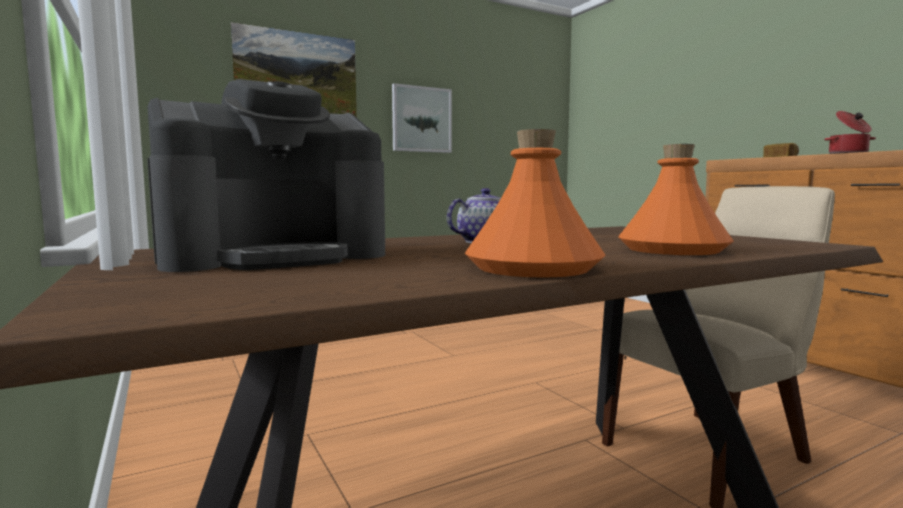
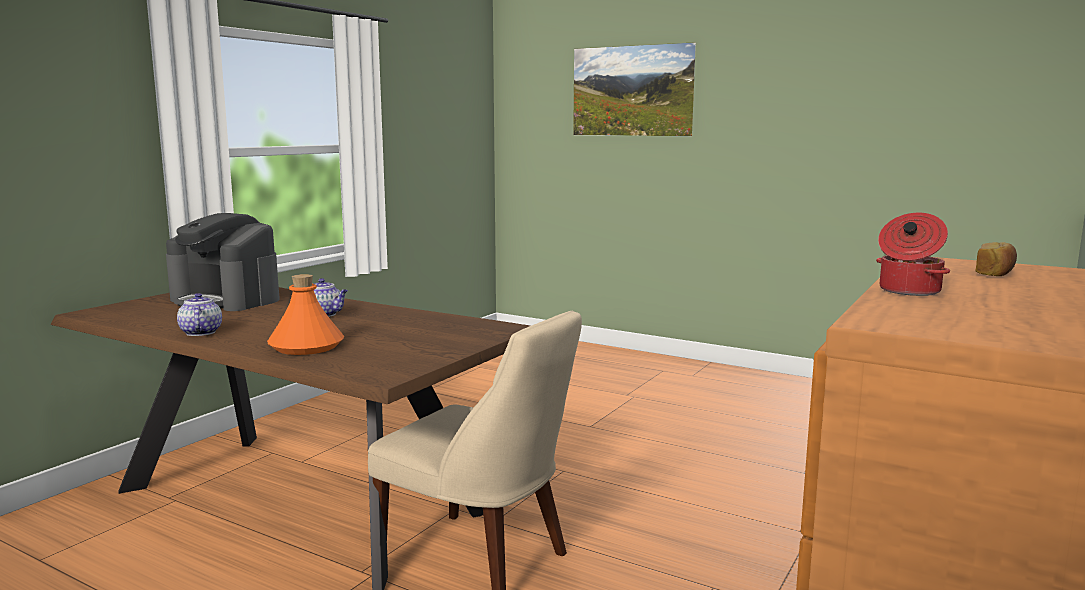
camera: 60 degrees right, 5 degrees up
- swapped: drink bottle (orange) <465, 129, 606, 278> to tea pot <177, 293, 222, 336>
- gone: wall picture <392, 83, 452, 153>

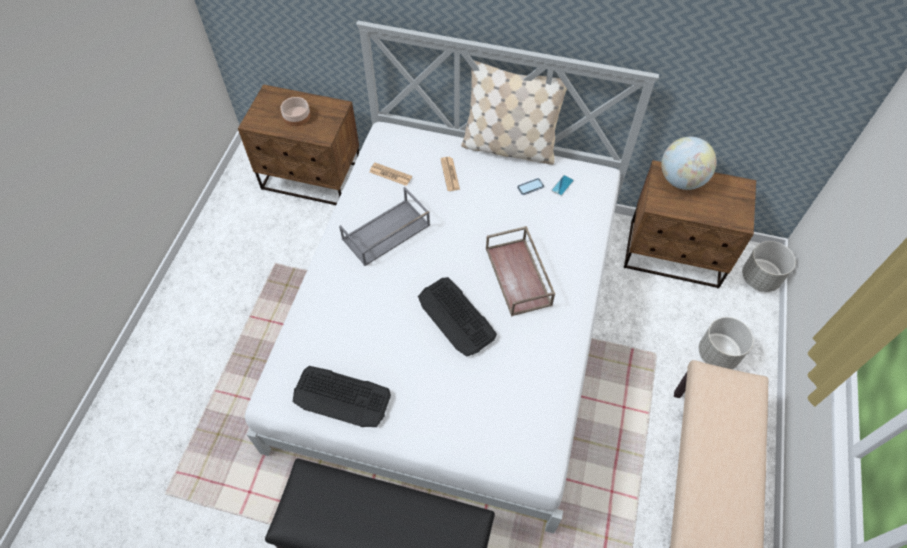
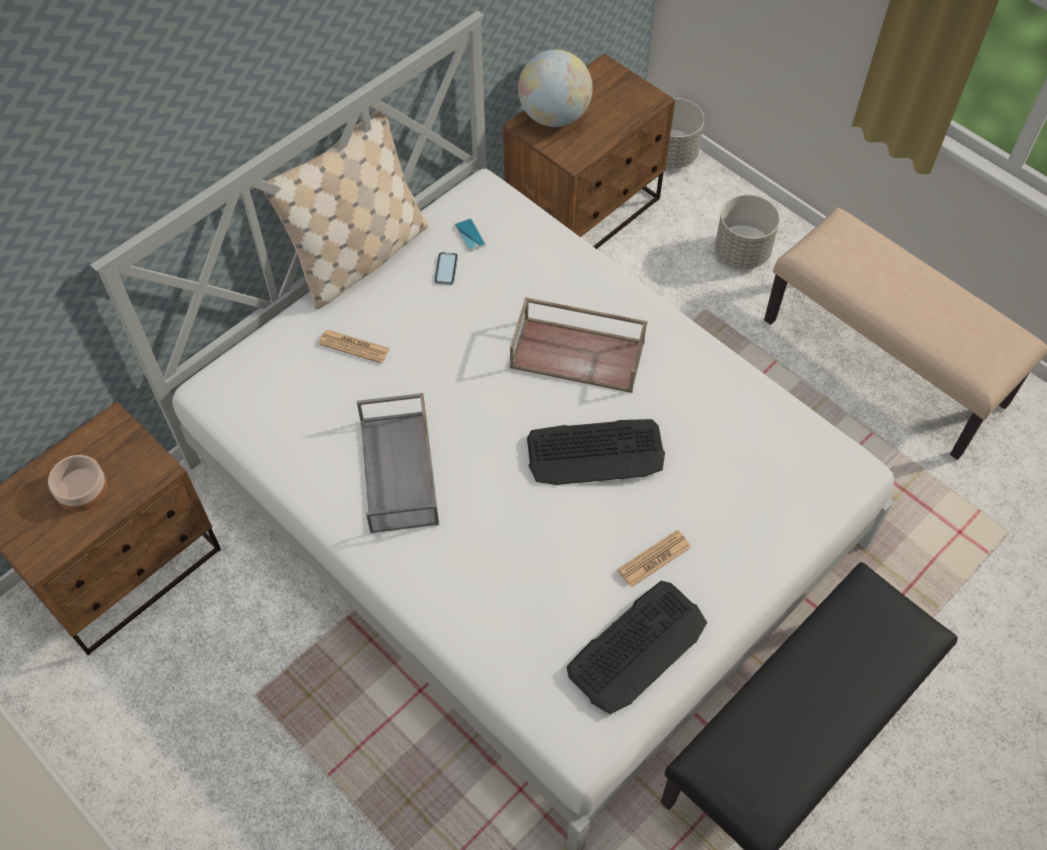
camera: 60 degrees left, 0 degrees up
- shifted: printed paper <370, 163, 412, 186> to <617, 530, 691, 588>

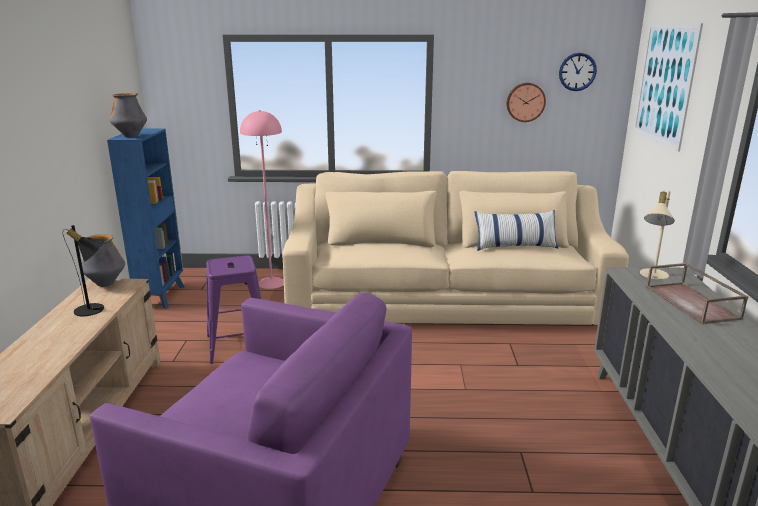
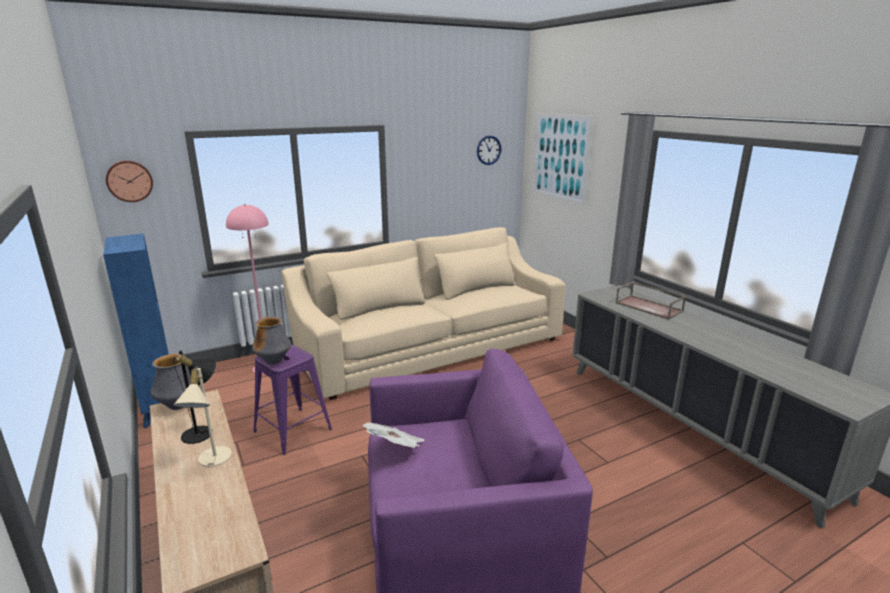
camera: 30 degrees left, 0 degrees up
- shifted: clock on the wall <507, 83, 546, 122> to <106, 160, 153, 202>
- shifted: lamp for a table (beige) <640, 191, 675, 280> to <174, 366, 232, 467>
- shifted: decorative vase <110, 93, 147, 138> to <252, 316, 291, 365>
- new: printed paper <363, 422, 424, 448>
- gone: cushion <474, 210, 558, 251>

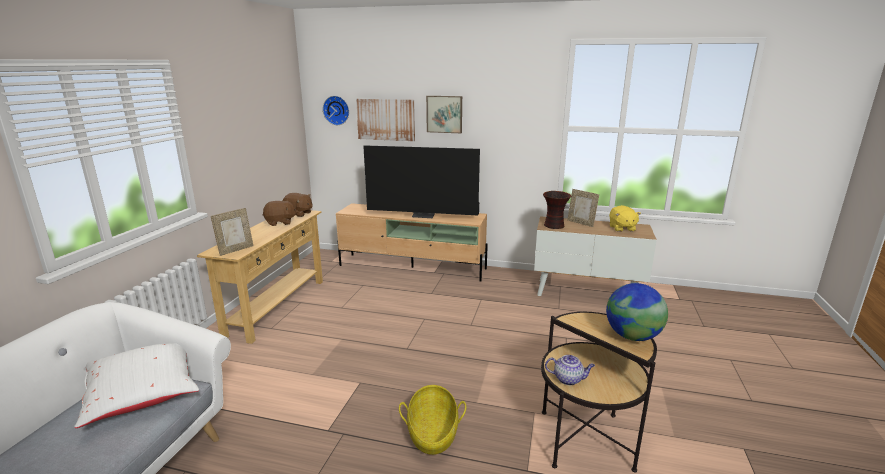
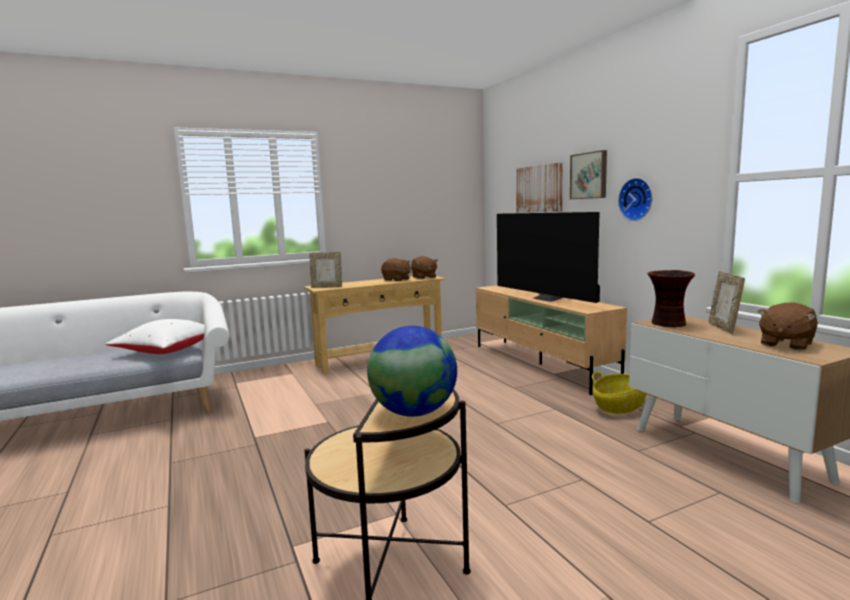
camera: 50 degrees right, 10 degrees down
- shifted: basket <399, 385, 466, 455> to <592, 372, 646, 414>
- shifted: clock on the wall <323, 96, 349, 125> to <618, 178, 653, 221>
- repainted: cuddly toy (yellow) <609, 205, 641, 232> to cuddly toy (brown) <757, 302, 818, 350>
- gone: tea pot <545, 355, 595, 385>

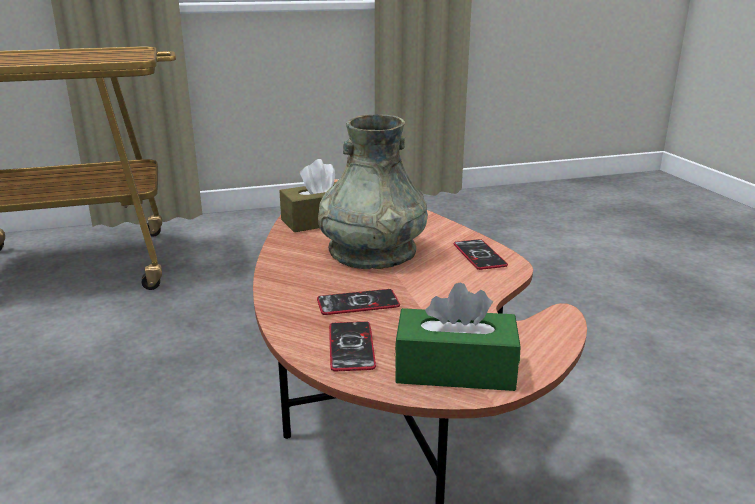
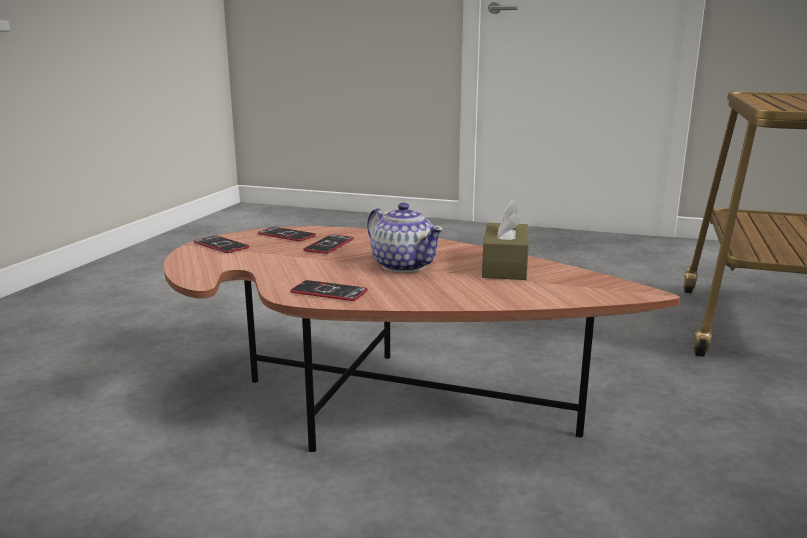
camera: 125 degrees right, 5 degrees down
- swapped: tissue box (green) <395, 282, 521, 391> to phone <194, 235, 249, 253>
- swapped: decorative vase (gray) <318, 114, 428, 269> to tea pot <367, 203, 444, 273>

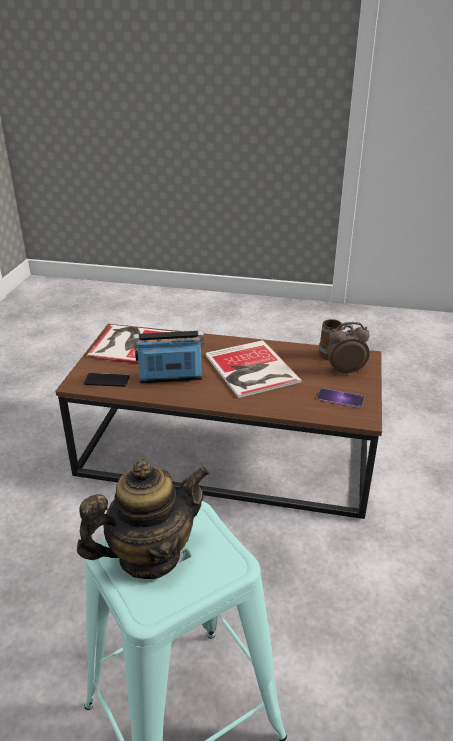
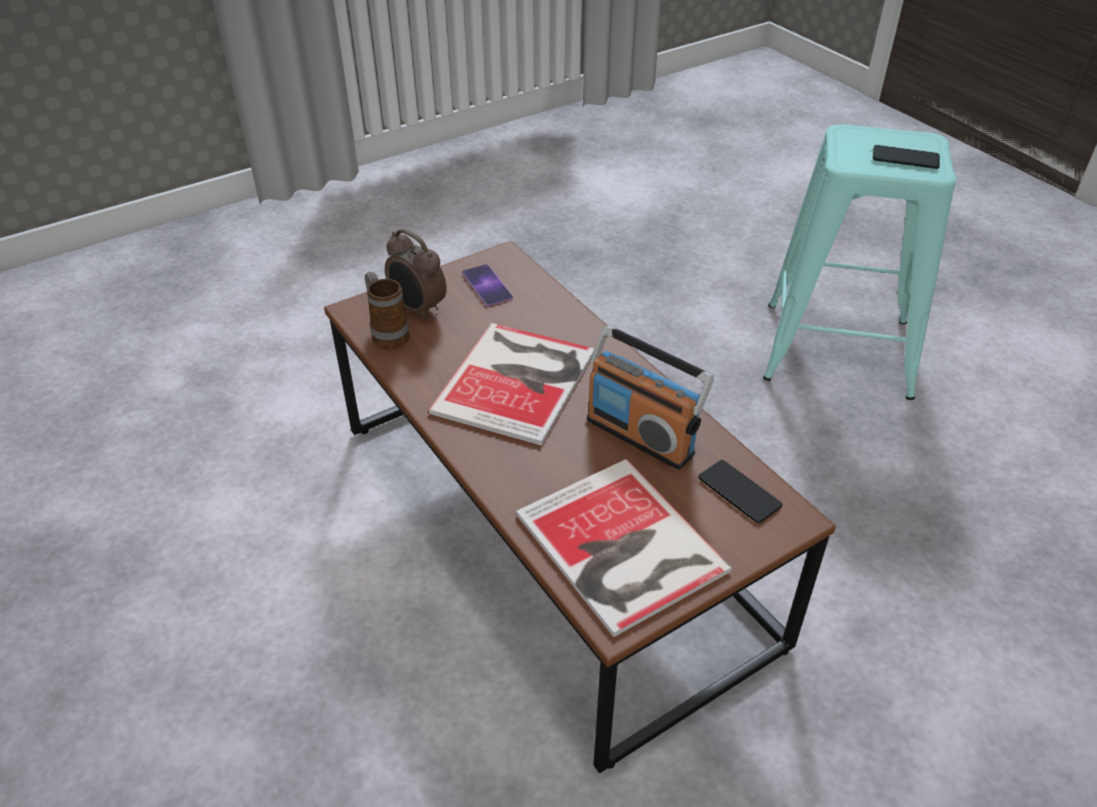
camera: 135 degrees left, 10 degrees up
- swapped: tea pot <77, 460, 209, 579> to phone <873, 145, 940, 169>

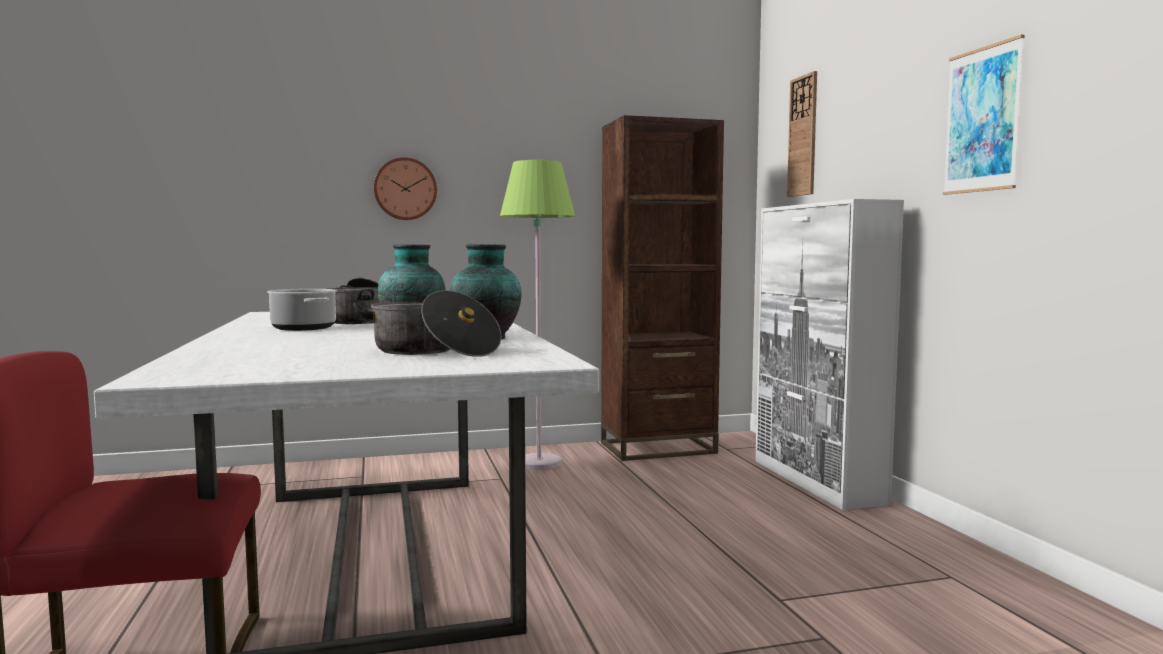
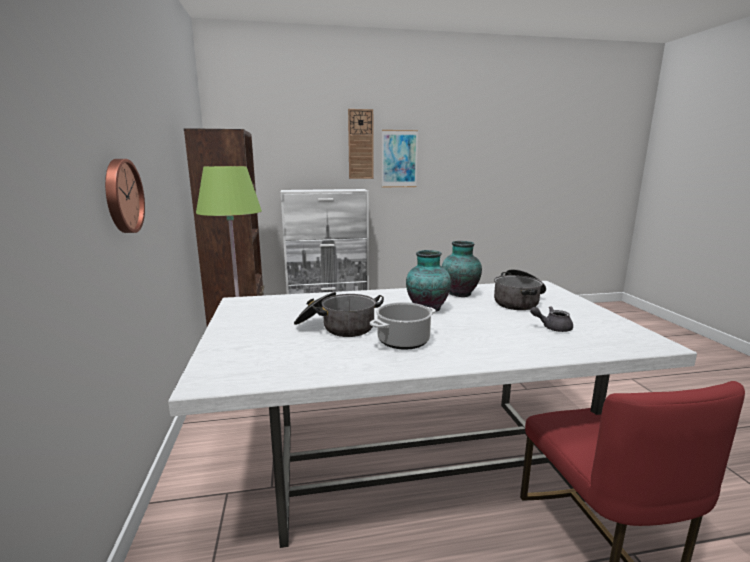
camera: 85 degrees left, 10 degrees up
- shifted: clock on the wall <787, 71, 817, 197> to <348, 109, 373, 179>
- new: tea pot (gray) <530, 306, 573, 332>

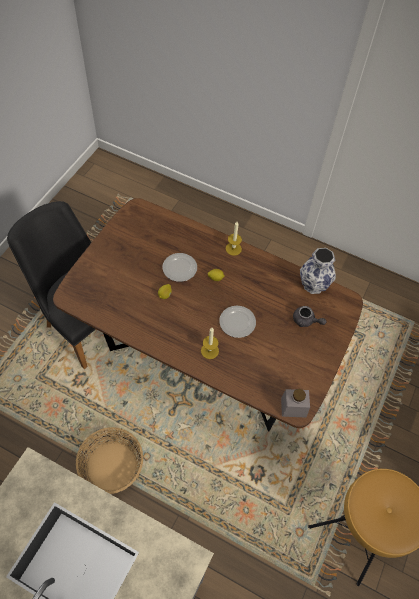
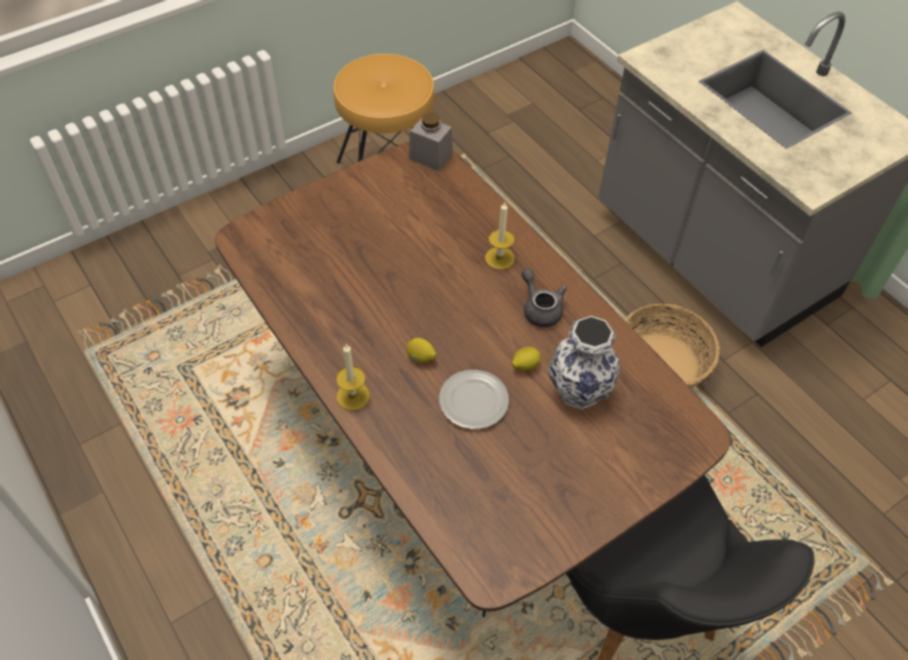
camera: 150 degrees left, 5 degrees down
- shifted: tea pot (gray) <293, 306, 327, 327> to <522, 269, 567, 327>
- shifted: decorative vase <300, 248, 336, 294> to <548, 316, 620, 409>
- gone: plate <219, 306, 256, 338>

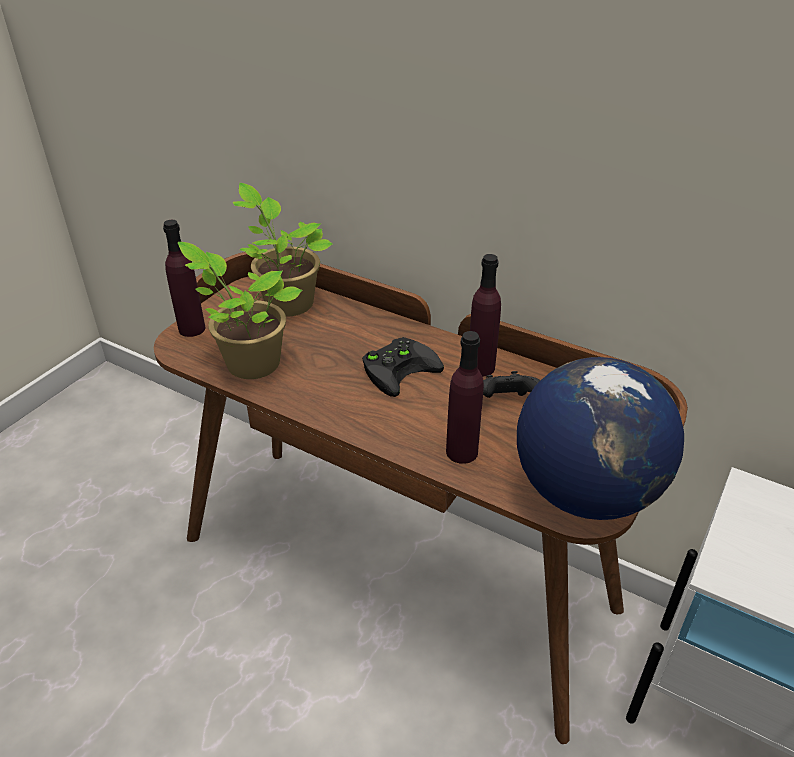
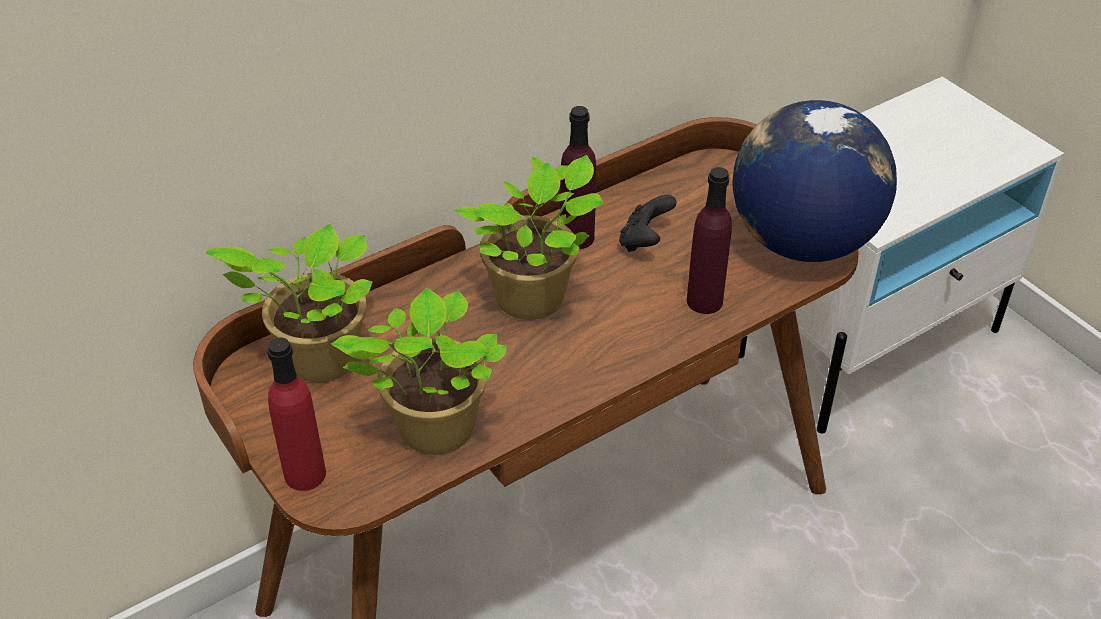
camera: 65 degrees left, 5 degrees up
- repainted: drink bottle (purplish) <163, 220, 206, 337> to drink bottle (red) <267, 337, 326, 491>
- swapped: joypad (blackish) <362, 337, 444, 397> to plant in a pot <454, 155, 604, 320>

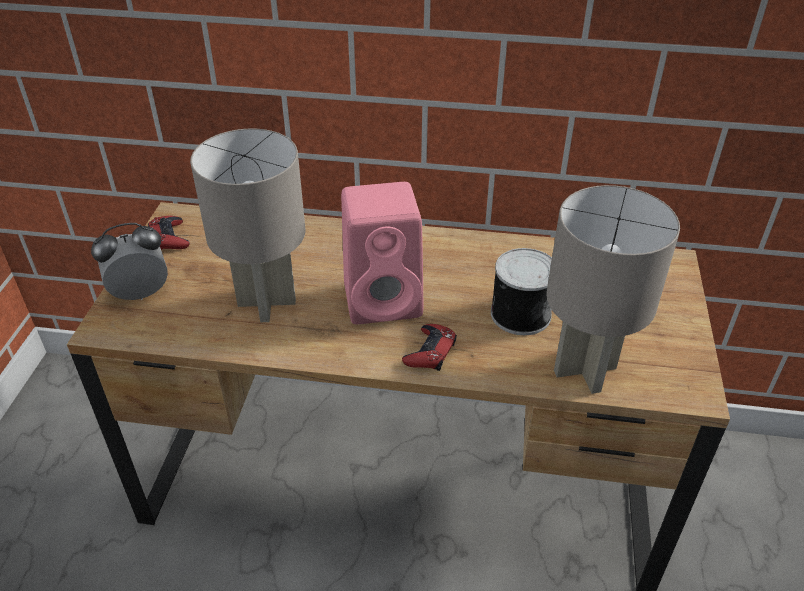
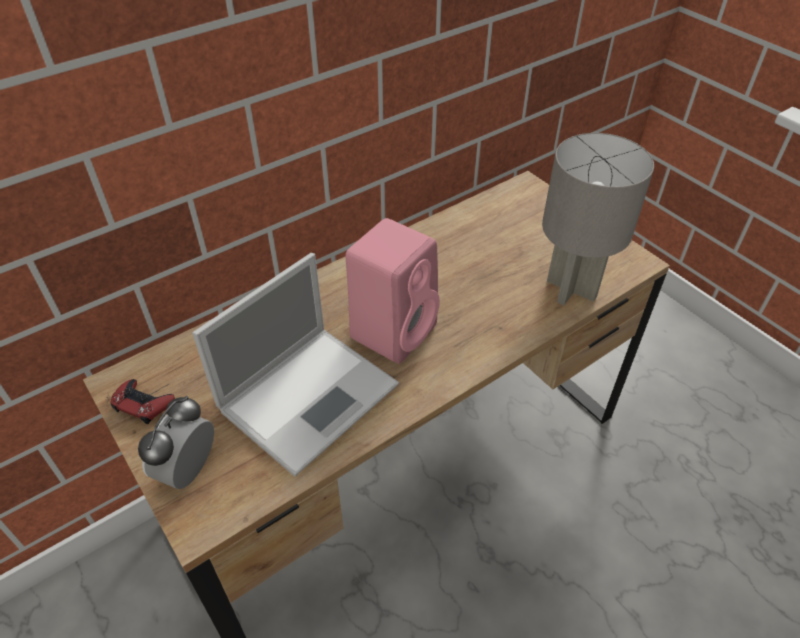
camera: 45 degrees left, 5 degrees up
- swapped: lamp for a table (gray) <190, 129, 306, 322> to notebook computer <192, 253, 399, 476>
- gone: joypad (red) <402, 324, 457, 371>
- gone: can <491, 248, 552, 335>

